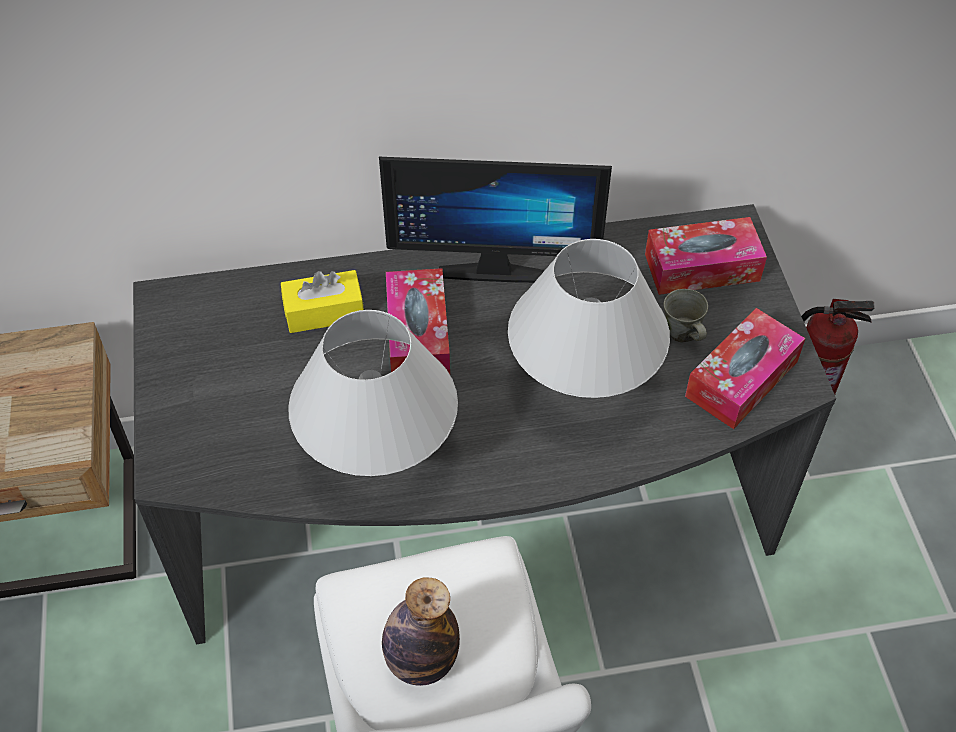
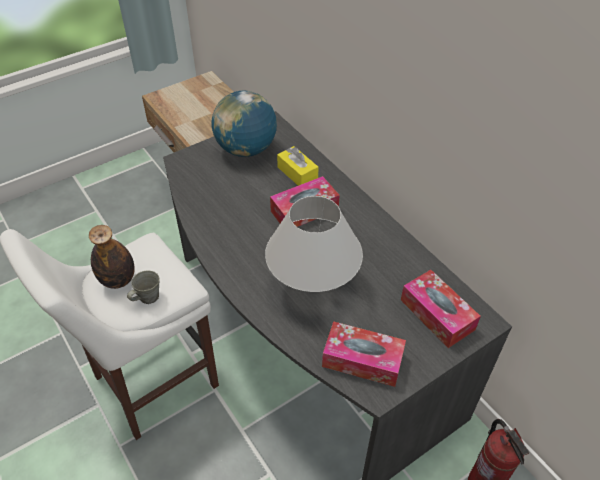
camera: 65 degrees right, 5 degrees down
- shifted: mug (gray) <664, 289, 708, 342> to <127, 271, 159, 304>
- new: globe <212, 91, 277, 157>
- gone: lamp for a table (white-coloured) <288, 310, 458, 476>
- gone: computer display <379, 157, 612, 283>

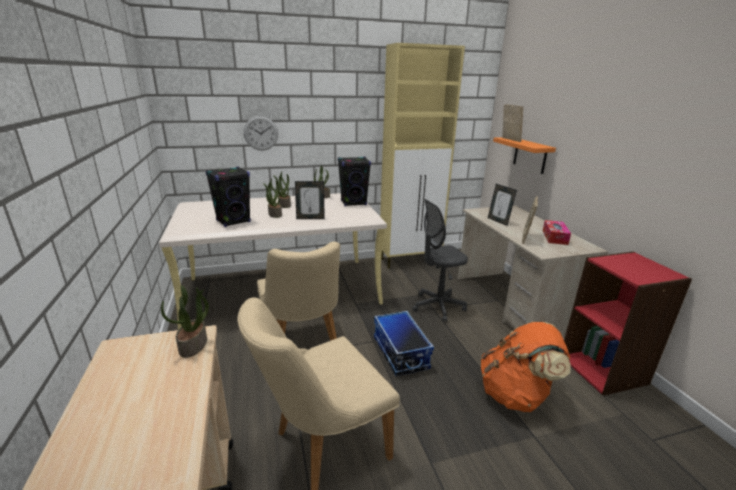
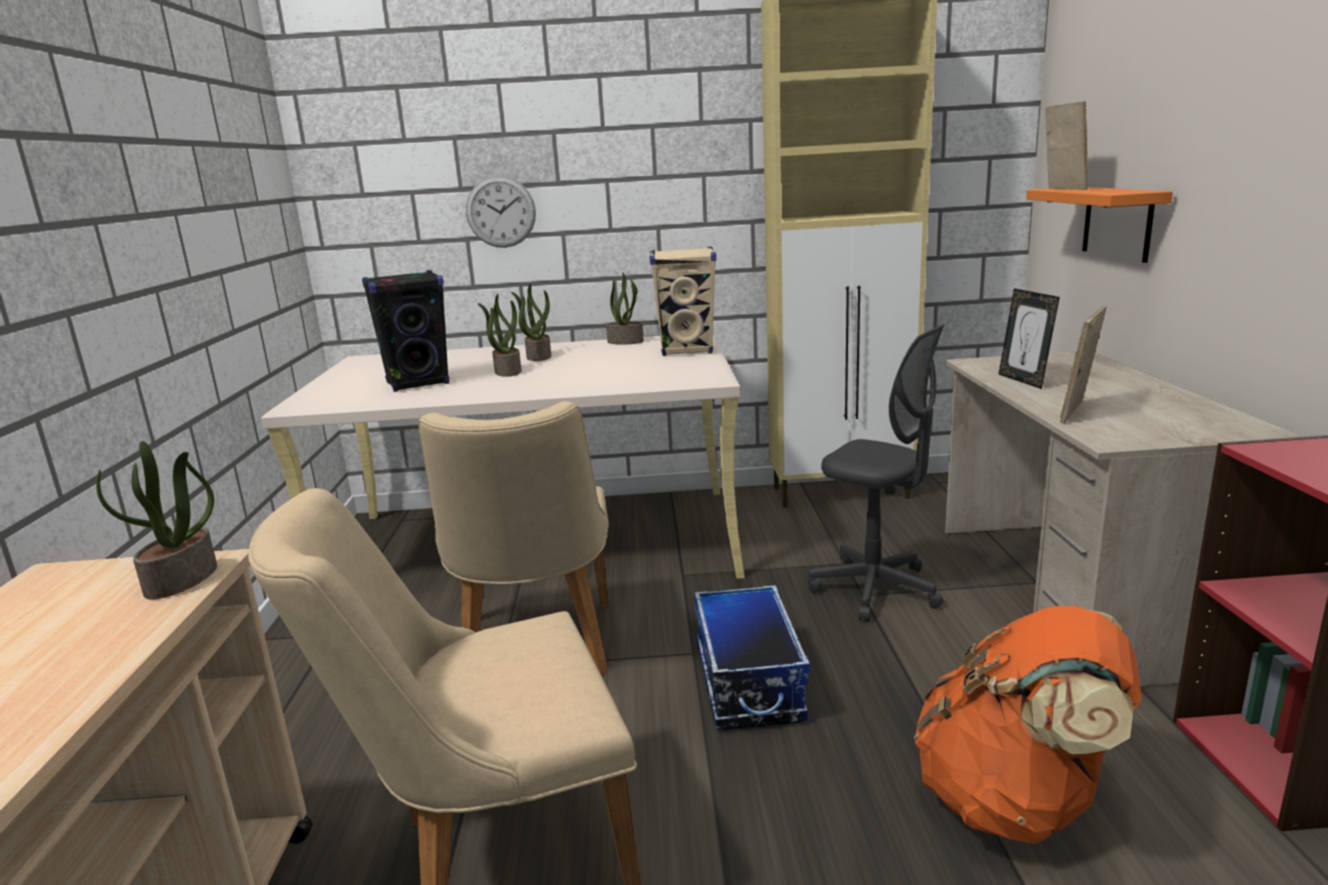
camera: 15 degrees right, 5 degrees down
- repainted: audio speaker (blackish) <338, 157, 371, 206> to audio speaker (beige) <650, 247, 716, 356>
- rotated: office chair (gray) <412, 199, 468, 322> = <808, 325, 944, 622> 135 degrees counterclockwise
- gone: picture frame <295, 181, 325, 219>
- gone: tissue box <543, 220, 571, 245>

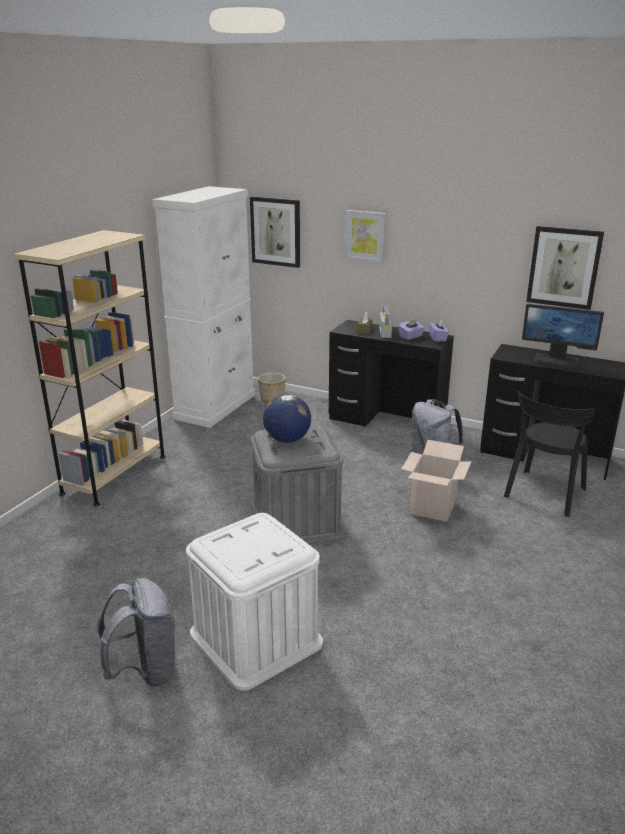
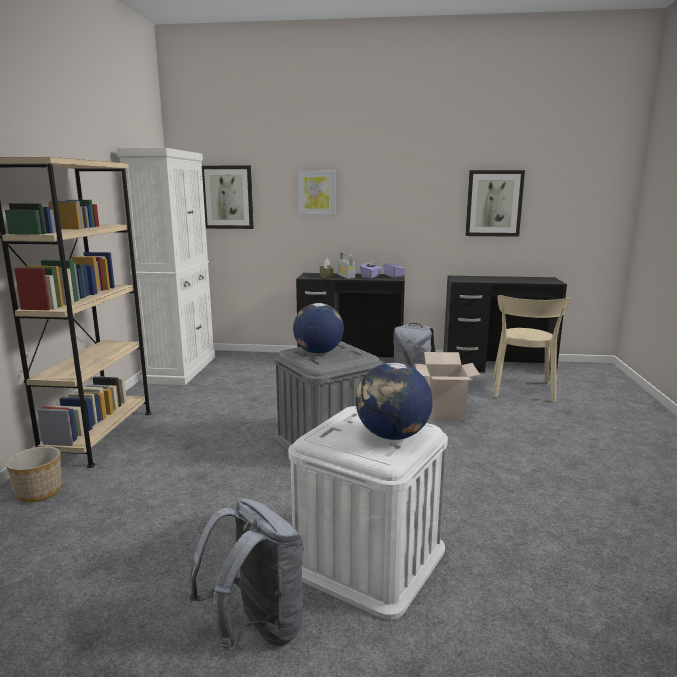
camera: 20 degrees left, 10 degrees down
- shifted: plant pot <258, 373, 286, 403> to <6, 447, 62, 503>
- new: globe <356, 363, 433, 440>
- repainted: plain chair (blackish) <504, 391, 595, 517> to plain chair (beige) <492, 295, 570, 403>
- gone: computer display <522, 304, 604, 369>

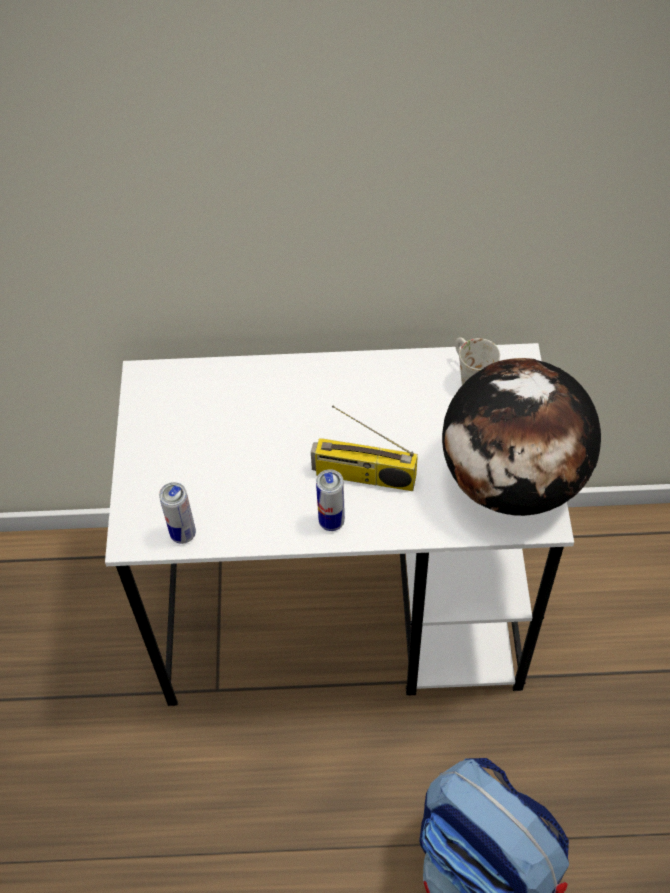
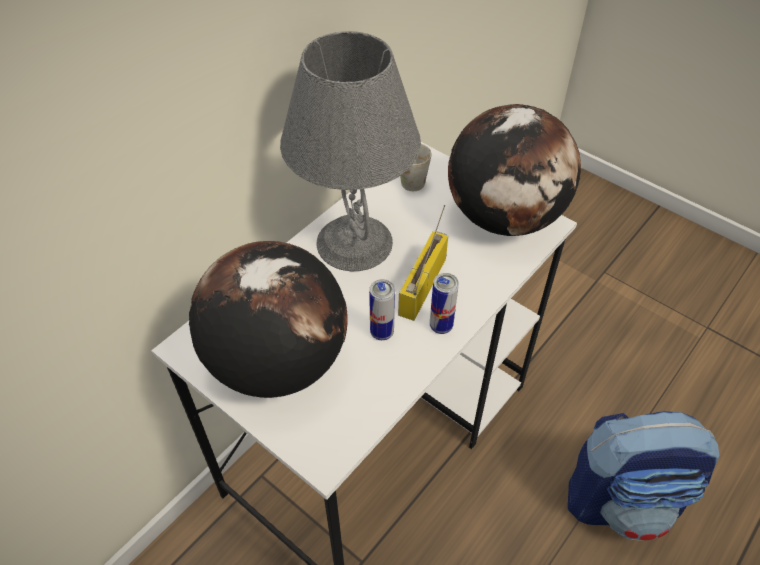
camera: 50 degrees left, 5 degrees down
- new: globe <189, 241, 348, 398>
- new: lamp for a table (gray) <280, 31, 421, 271>
- shifted: can <159, 482, 196, 544> to <369, 279, 395, 340>
- rotated: radio receiver <311, 406, 418, 491> = <398, 205, 448, 321> 150 degrees clockwise

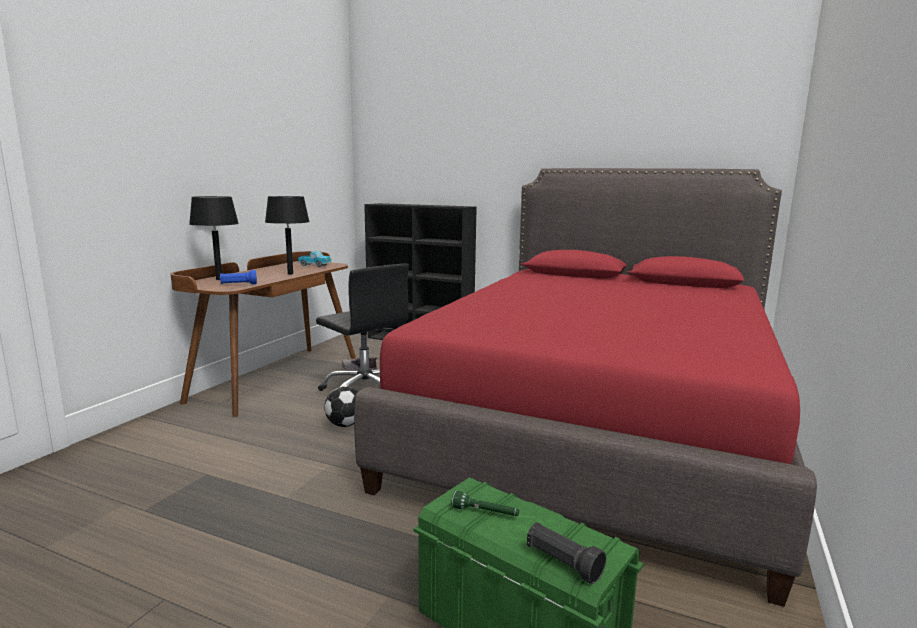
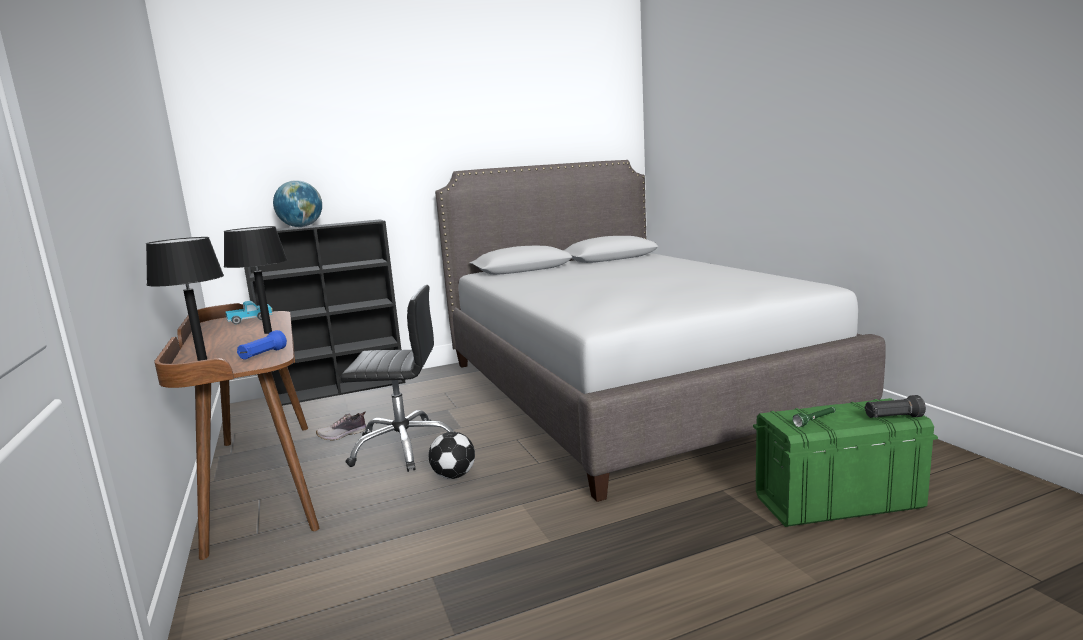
camera: 45 degrees left, 0 degrees up
- new: globe <273, 180, 322, 227>
- repainted: sleeping bed (red) <354, 168, 817, 607> to sleeping bed (gray) <435, 160, 886, 502>

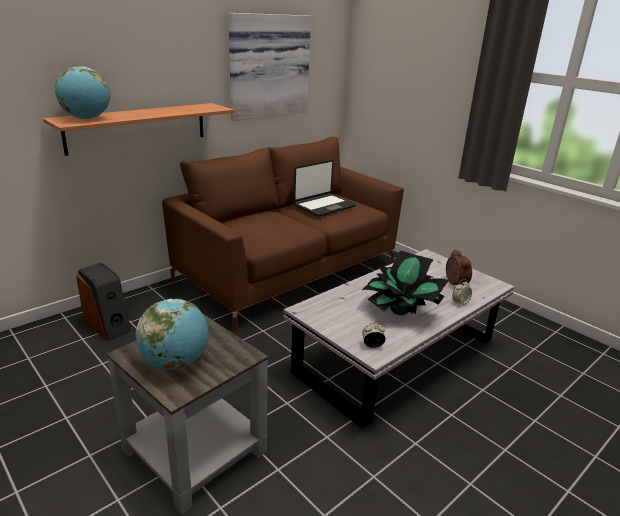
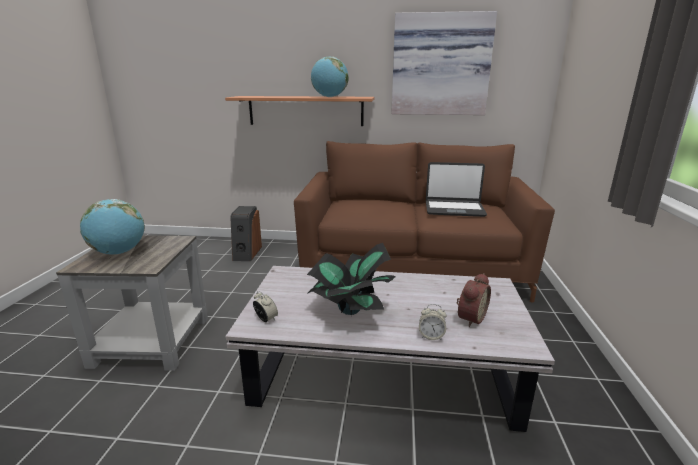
camera: 50 degrees right, 5 degrees down
- shifted: globe <55, 66, 110, 119> to <311, 57, 349, 97>

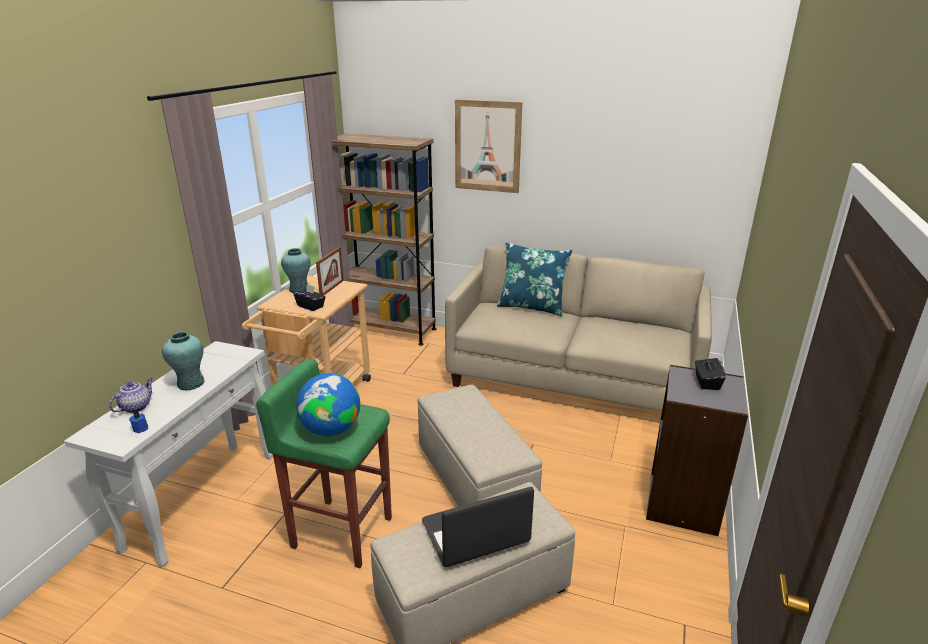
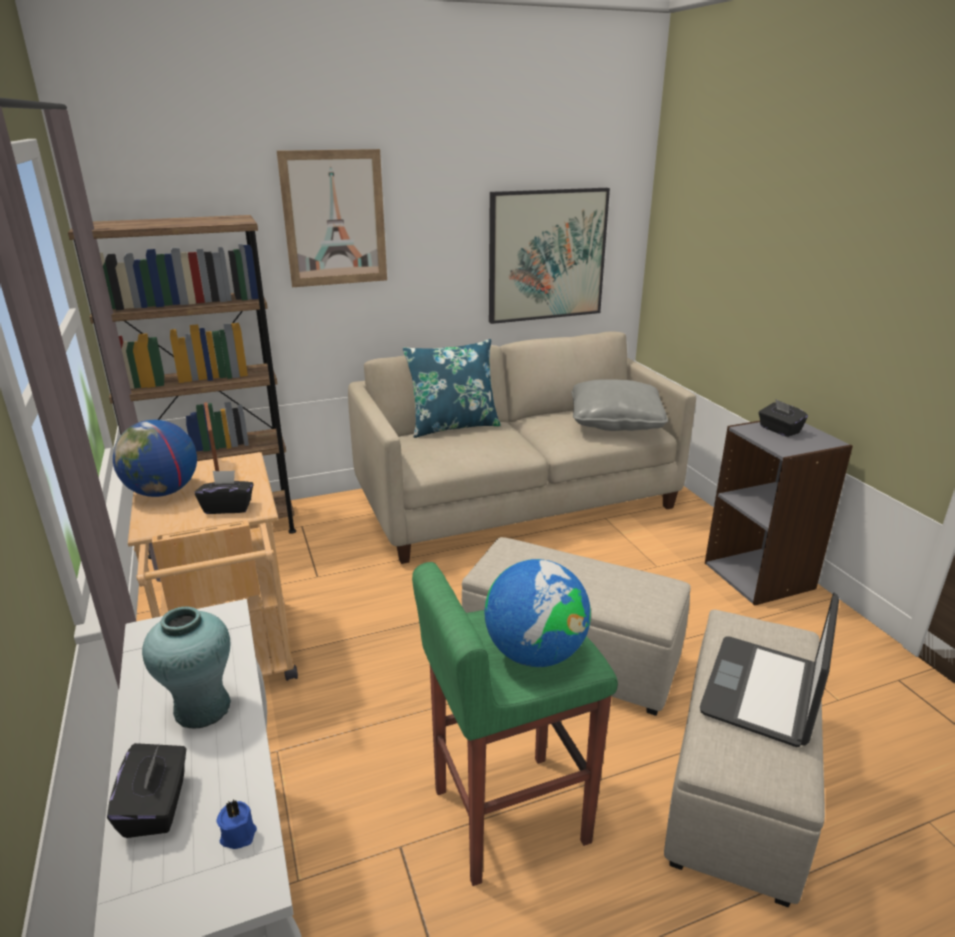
camera: 40 degrees left, 0 degrees up
- swapped: tea pot <109, 378, 153, 413> to tissue box (blackish) <107, 743, 186, 838>
- swapped: decorative vase (turquoise) <281, 248, 310, 293> to globe <113, 420, 197, 497>
- new: wall picture <489, 188, 610, 324>
- new: cushion (gray) <571, 379, 668, 431>

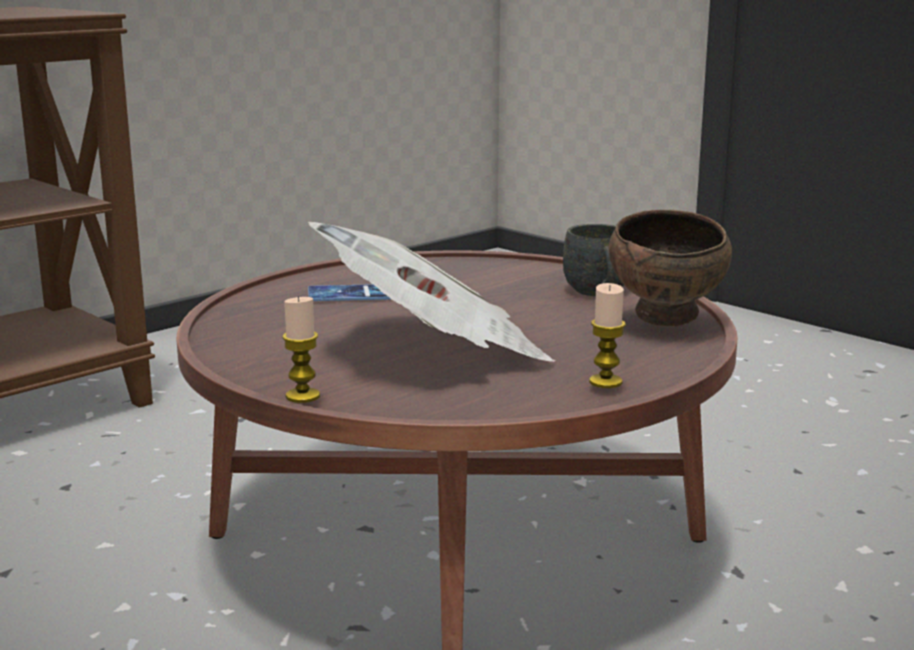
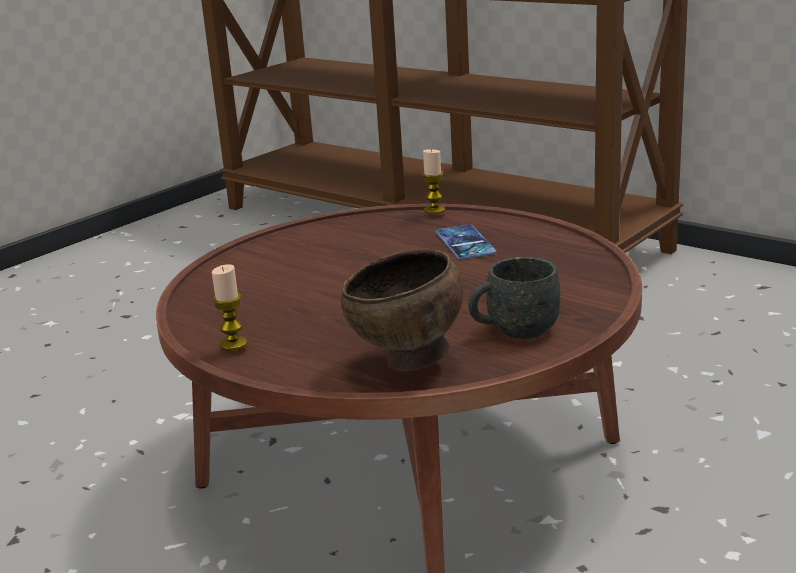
camera: 85 degrees right, 5 degrees up
- shifted: wax light <282, 296, 320, 403> to <422, 149, 445, 214>
- gone: printed paper <308, 222, 556, 362>

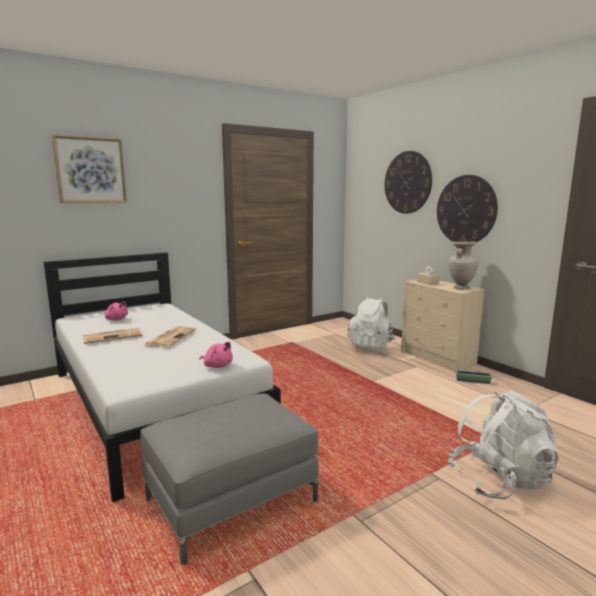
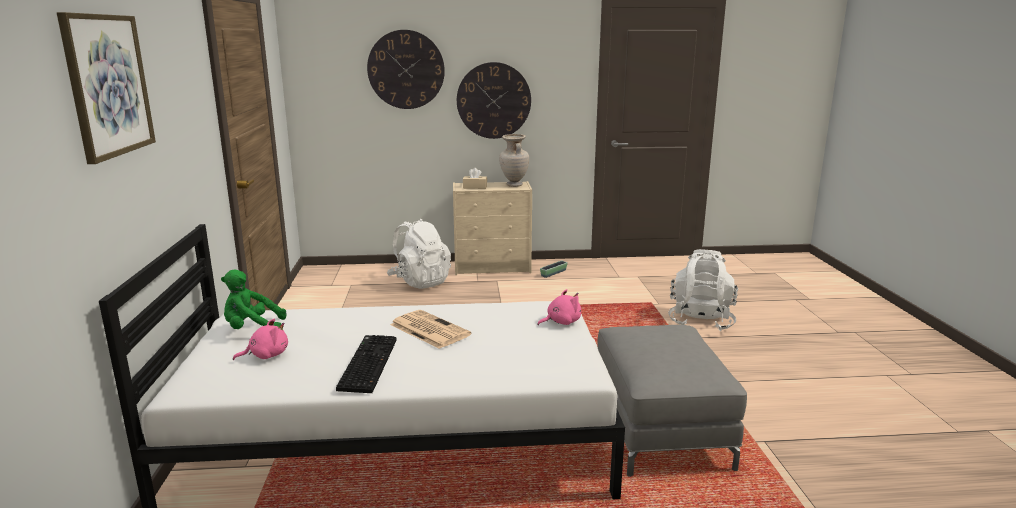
camera: 60 degrees left, 5 degrees up
- new: cuddly toy (green) <221, 270, 286, 329>
- swapped: printed paper <83, 327, 143, 344> to keyboard <336, 335, 396, 393>

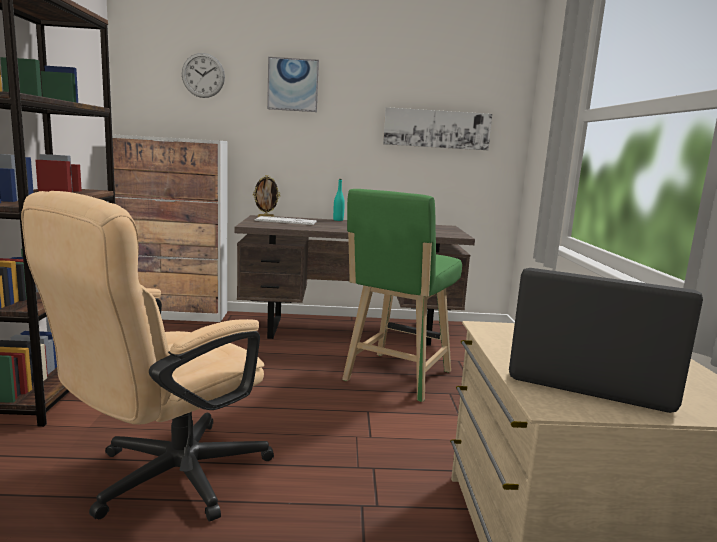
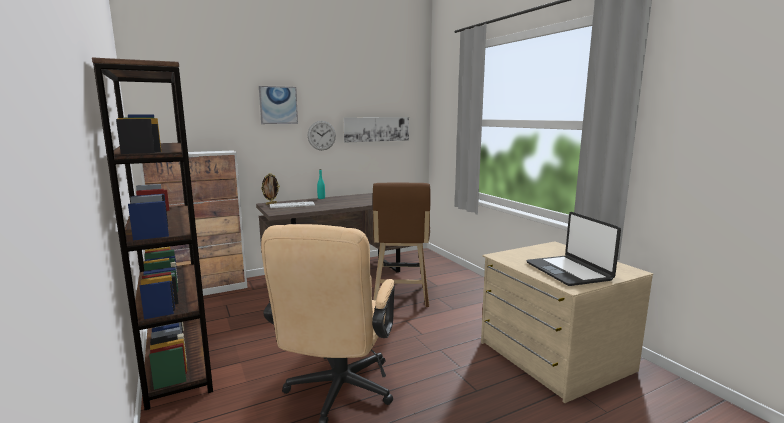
camera: 25 degrees left, 0 degrees up
- shifted: clock on the wall <182, 53, 225, 98> to <308, 121, 336, 150>
- repainted: sitting stool (green) <342, 189, 462, 402> to sitting stool (brown) <373, 182, 431, 307>
- rotated: notebook computer <509, 268, 703, 413> = <526, 212, 621, 286> 105 degrees counterclockwise

